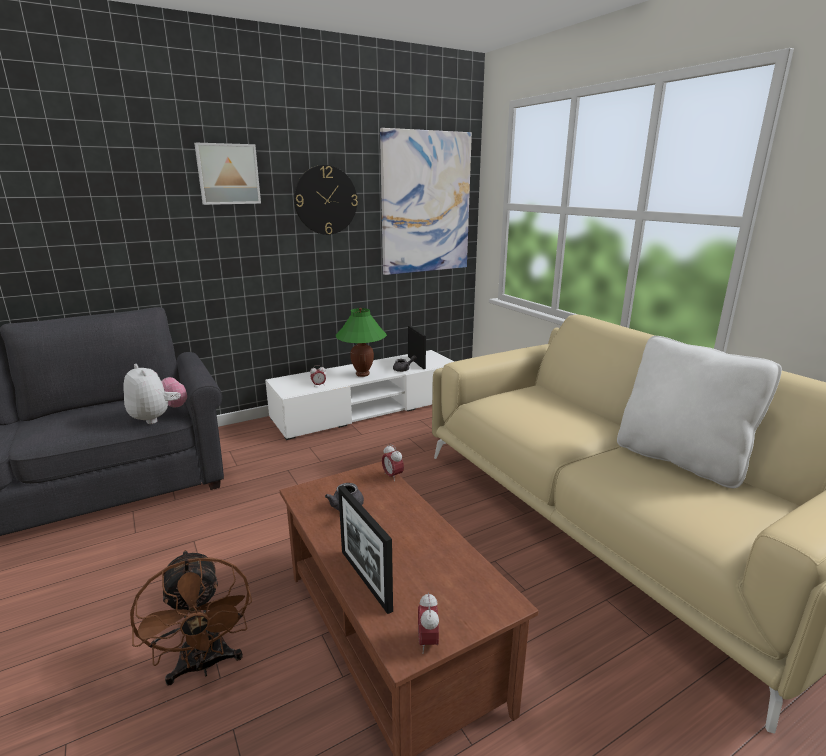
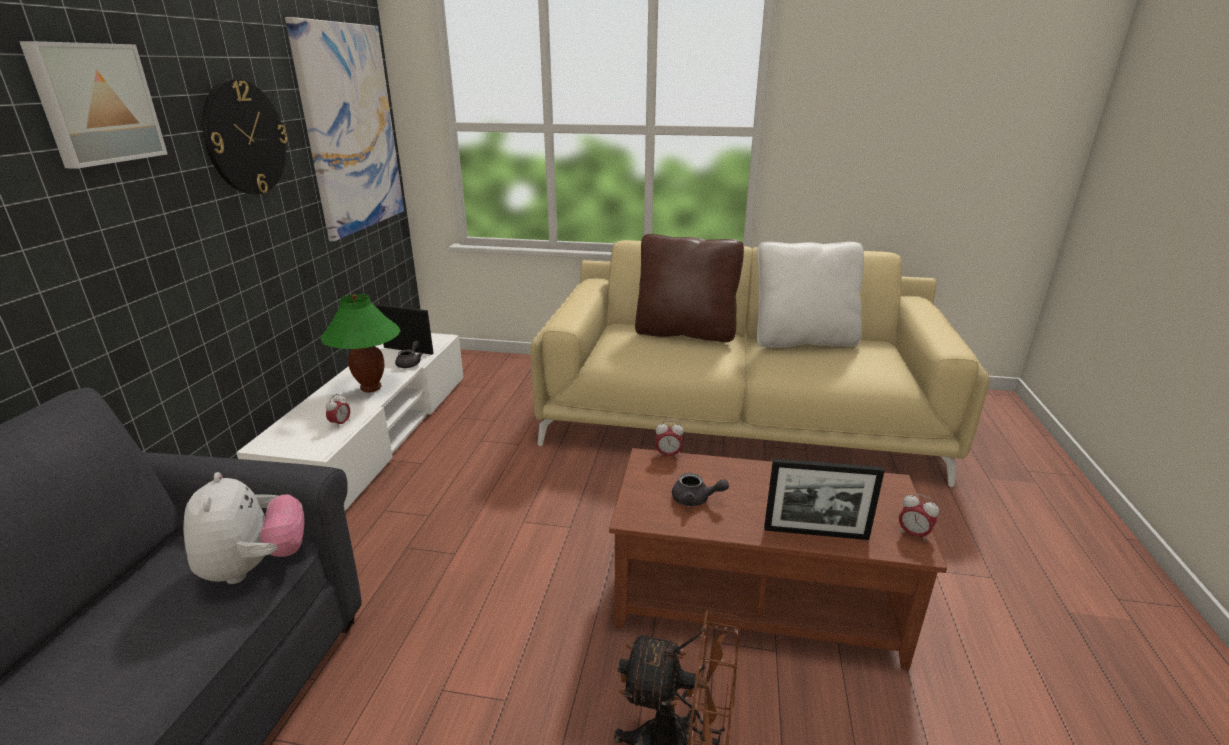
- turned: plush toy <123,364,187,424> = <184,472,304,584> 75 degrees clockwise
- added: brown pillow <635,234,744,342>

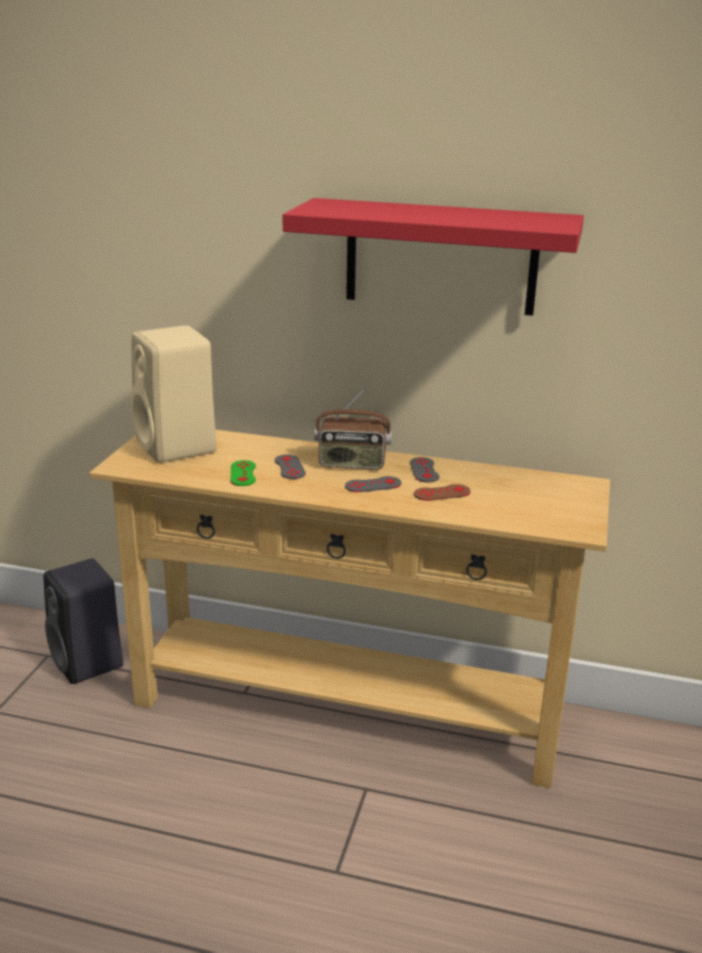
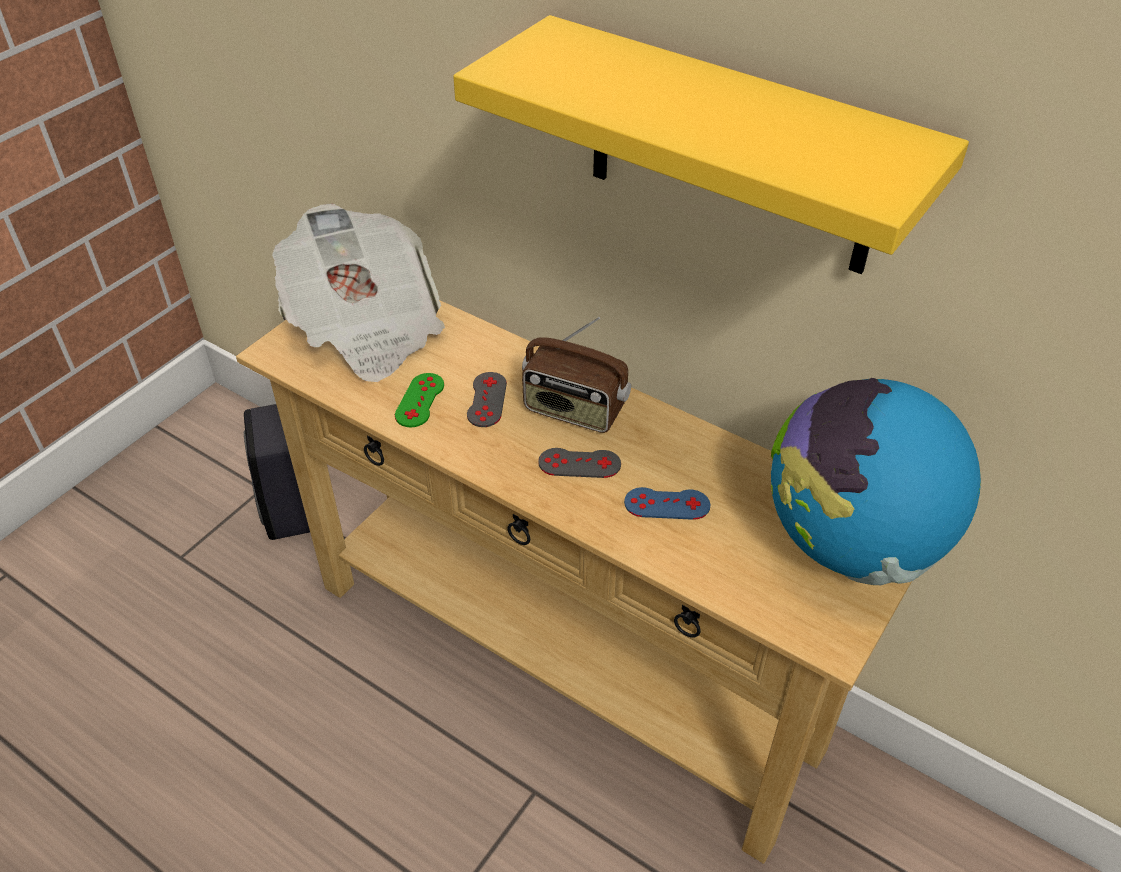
- replaced: beige speaker <131,325,217,463> to newspaper <272,204,445,382>
- recoloured: red shelf <283,198,584,316> to yellow shelf <453,15,969,274>
- recoloured: brown game controller <414,484,471,501> to blue game controller <624,487,711,520>
- added: globe <771,378,981,585>
- removed: grey game controller <410,457,439,482>

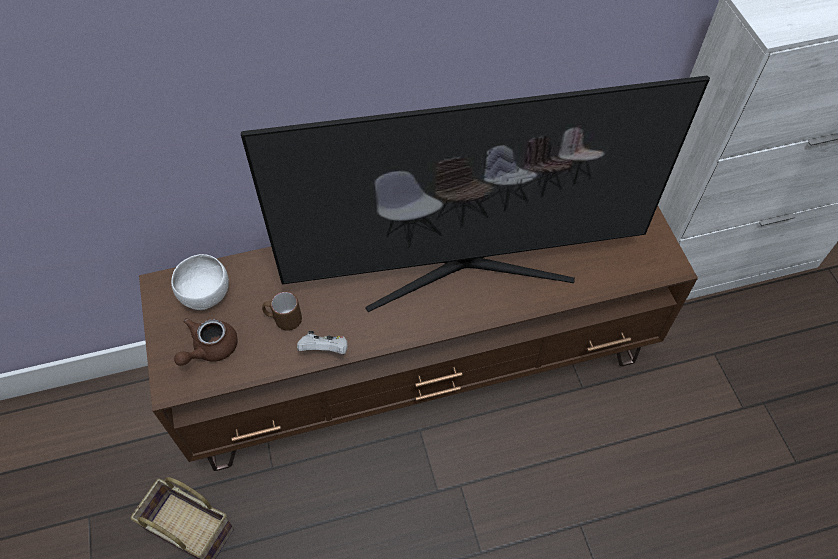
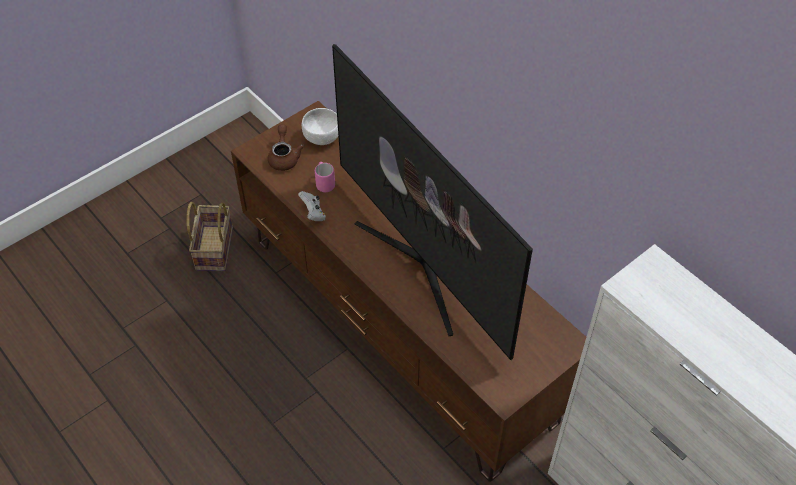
- turned: brown teapot <174,319,238,366> = <268,124,304,171> 75 degrees clockwise
- recoloured: brown mug <262,292,302,331> to pink mug <315,162,335,192>

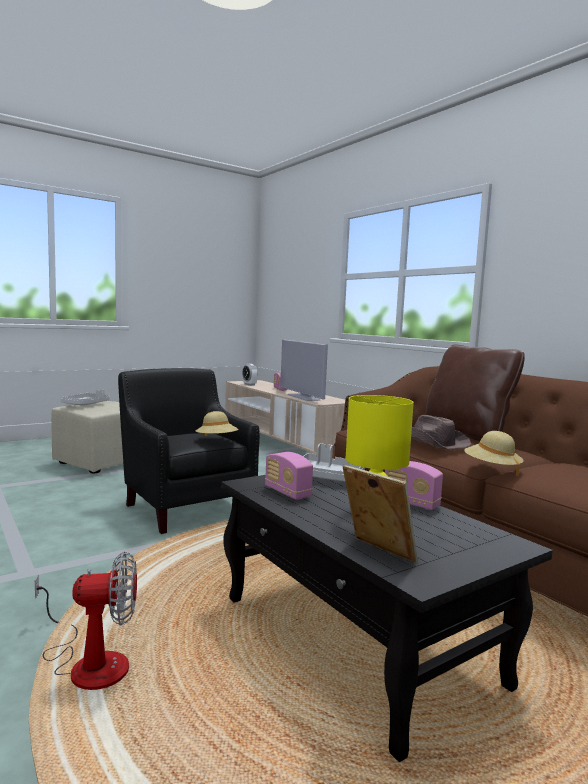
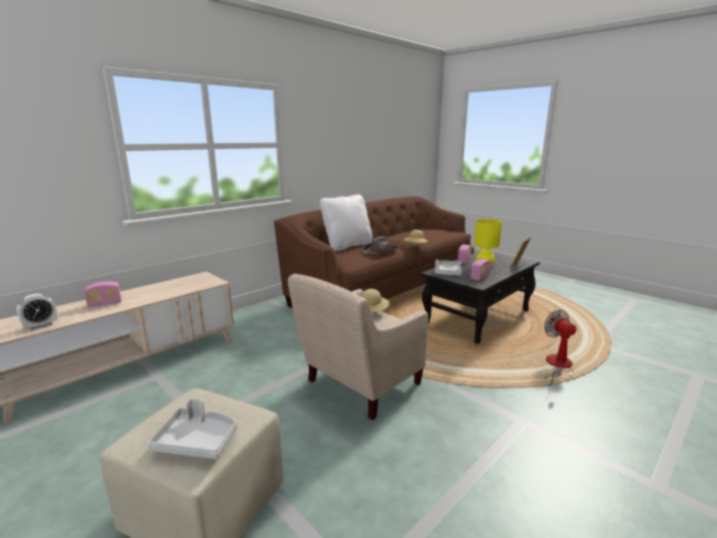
- recoloured: black armchair <118,368,260,534> to beige armchair <288,274,428,420>
- recoloured: brown pillow <425,345,525,441> to white pillow <320,194,372,251>
- removed: television <280,339,328,401>

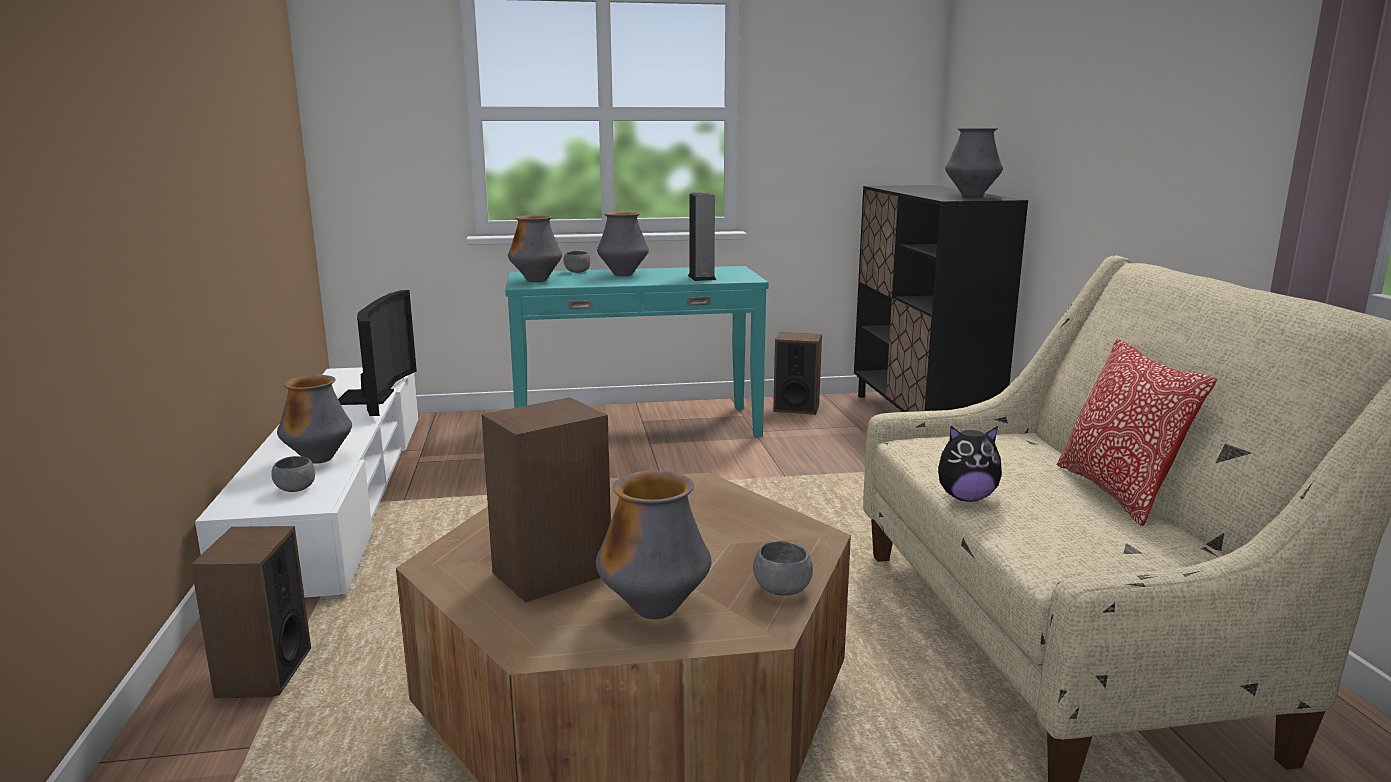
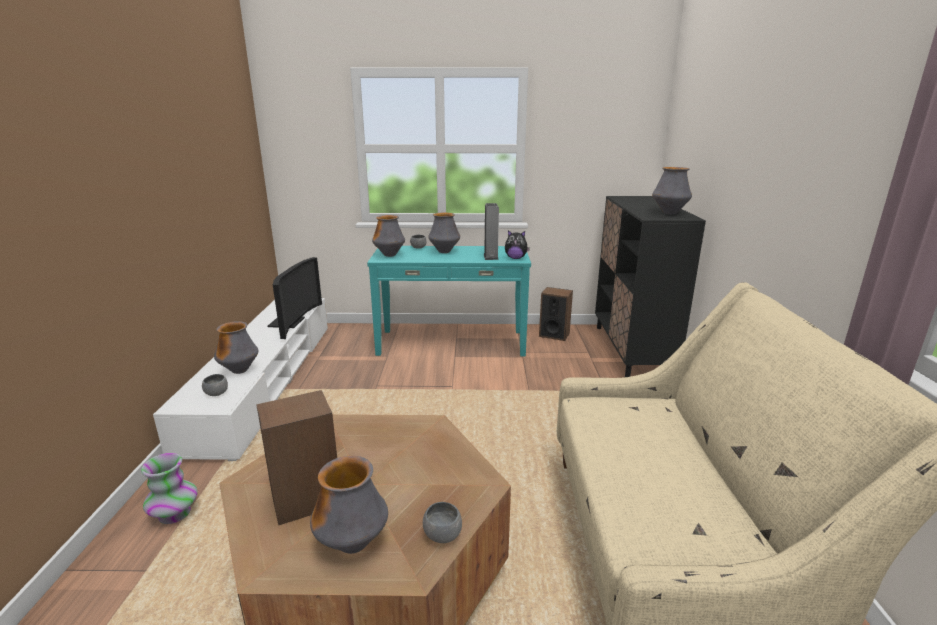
- replaced: speaker <191,526,311,698> to vase <141,453,198,524>
- moved: plush toy <938,426,1002,502> to <505,230,530,259>
- removed: pillow <1056,339,1217,526>

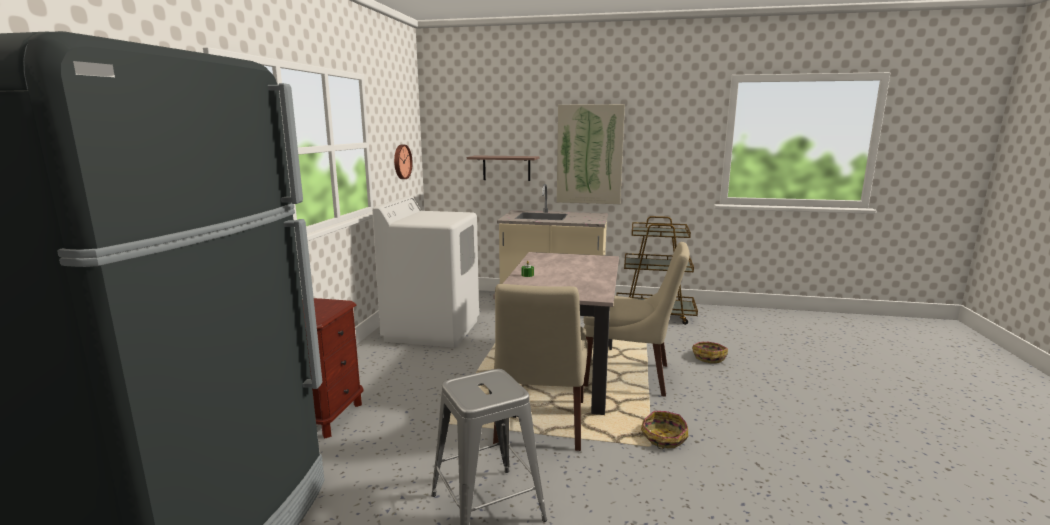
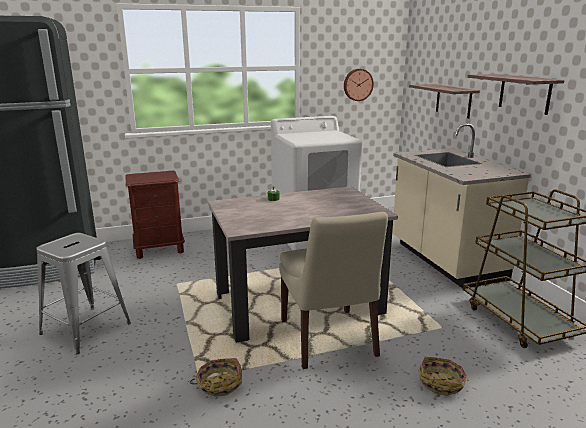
- replaced: picture <557,104,625,204> to shelf <467,74,564,115>
- removed: beige chair <493,284,588,451>

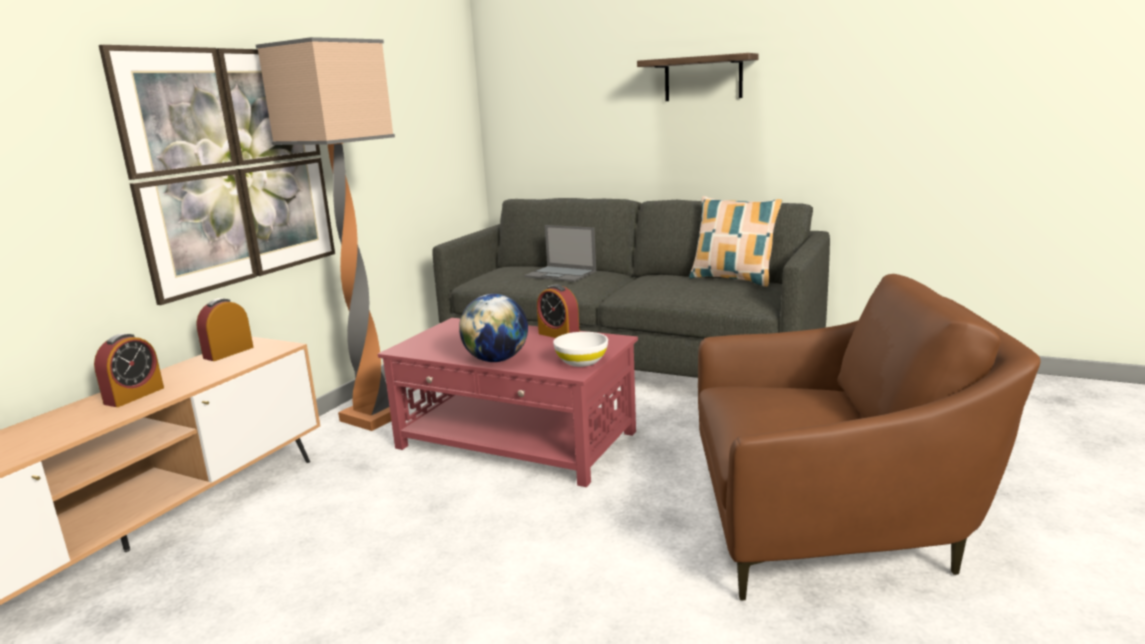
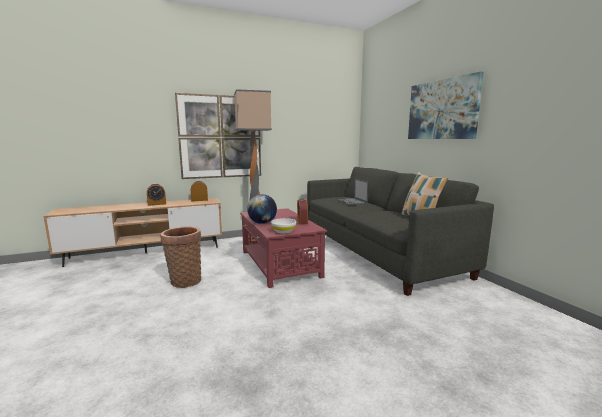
- added: basket <160,226,202,288>
- replaced: shelf <637,53,759,101> to picture <408,72,484,139>
- removed: brown armchair <698,274,1041,601>

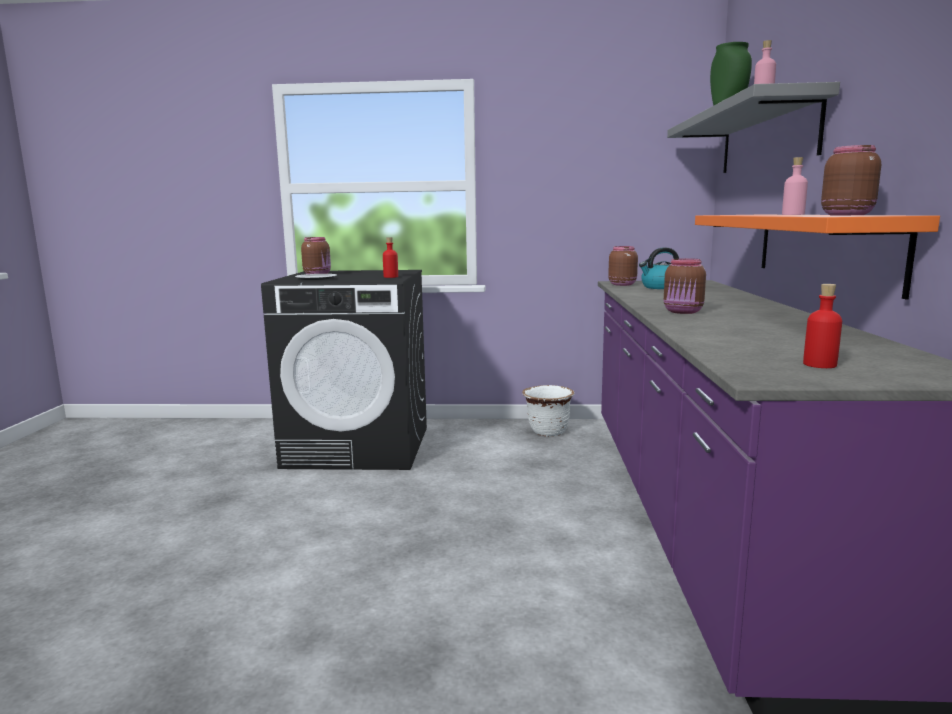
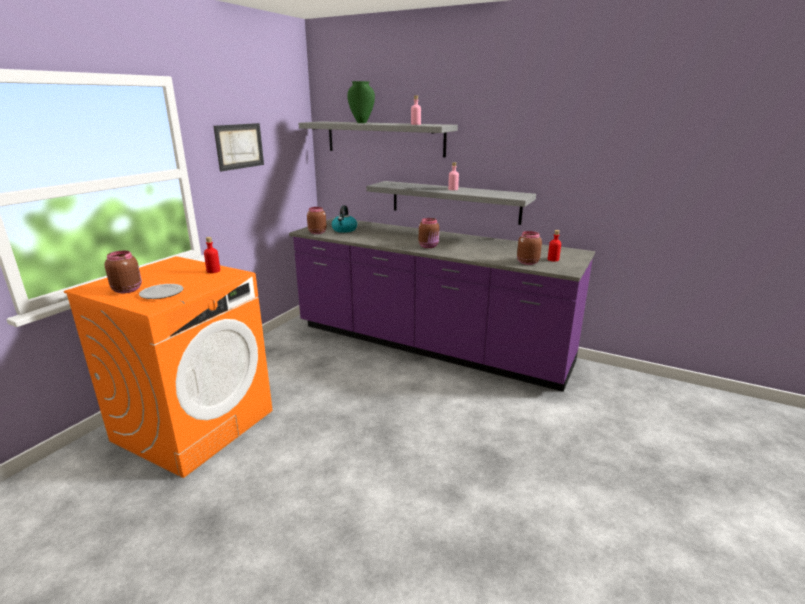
- recoloured: black washing machine <261,270,427,470> to orange washing machine <64,256,272,478>
- added: picture <214,123,264,171>
- recoloured: orange shelf <695,215,940,299> to grey shelf <366,181,536,225>
- moved: brown jar <821,145,881,216> to <517,231,542,265>
- removed: white planter <522,385,575,437>

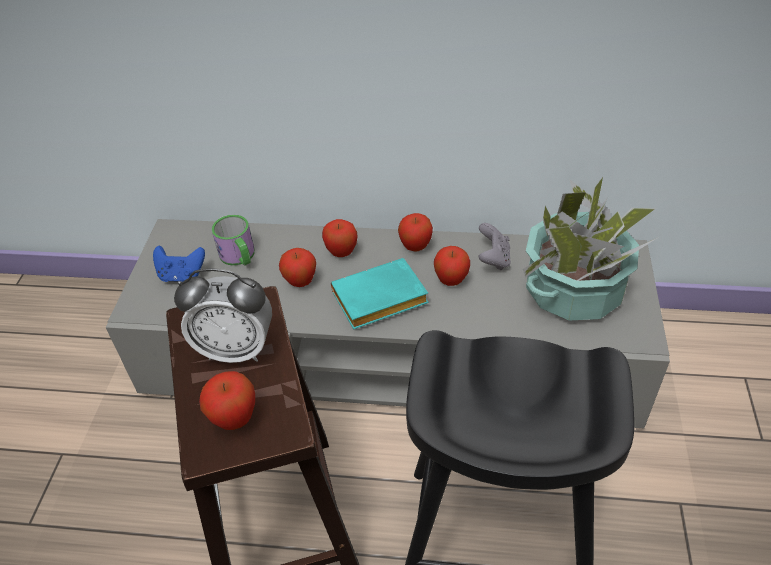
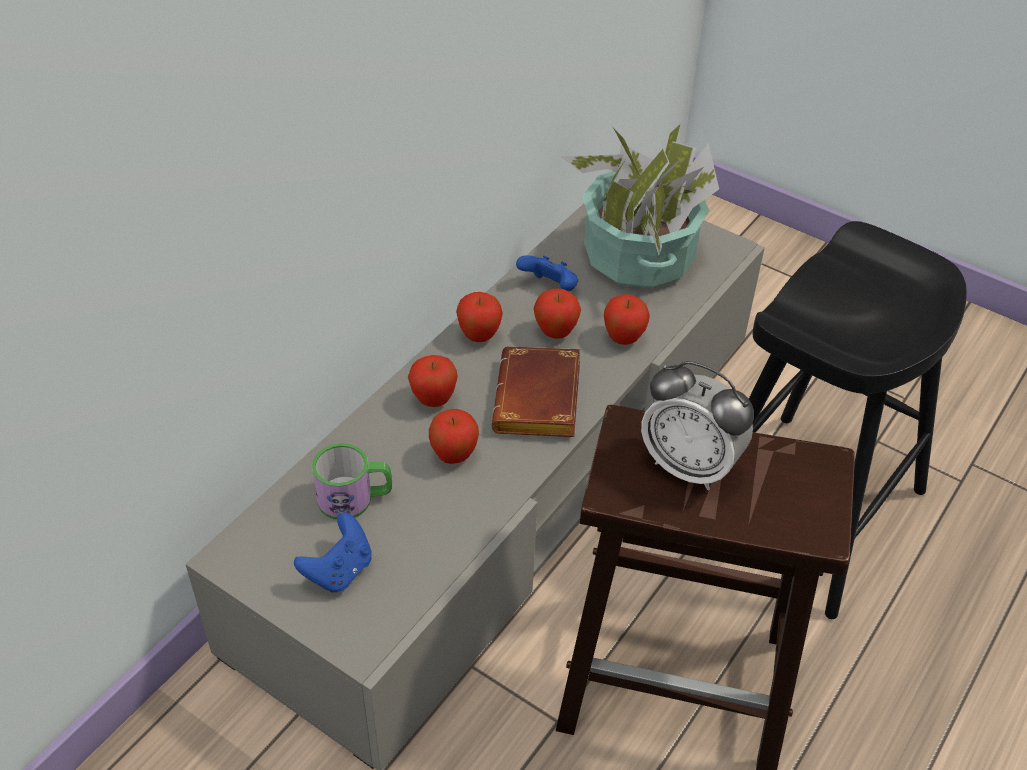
- recoloured: turquoise book <331,258,429,330> to brown book <492,346,580,437>
- recoloured: grey game controller <479,223,511,270> to blue game controller <516,255,578,291>
- moved: apple <199,371,255,430> to <604,294,650,345>
- turned: alarm clock <174,268,272,363> = <641,361,754,490> 90 degrees clockwise

